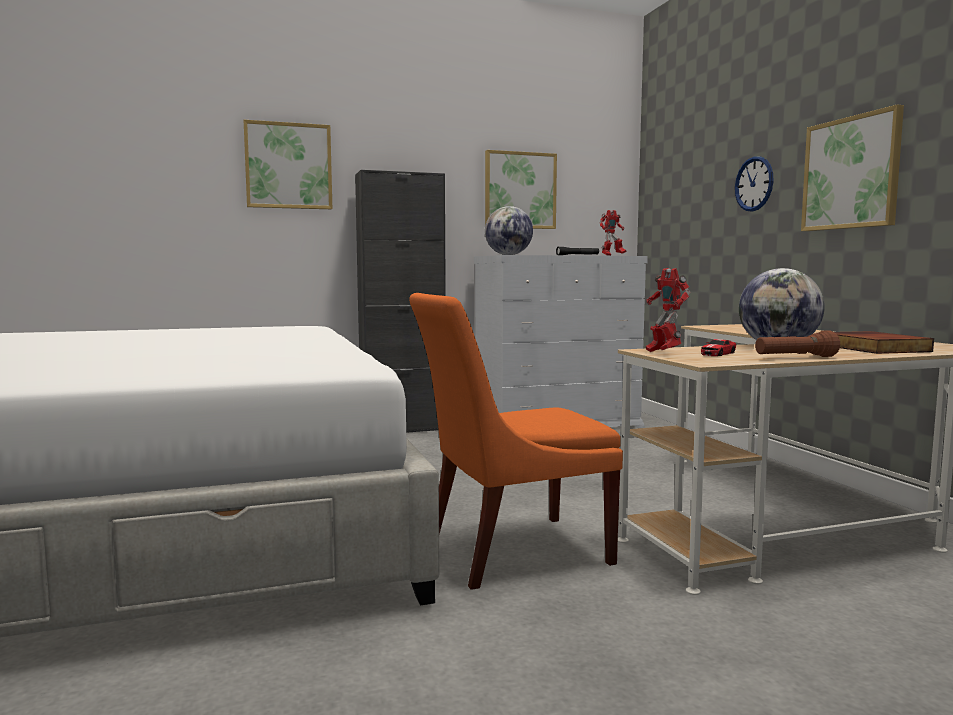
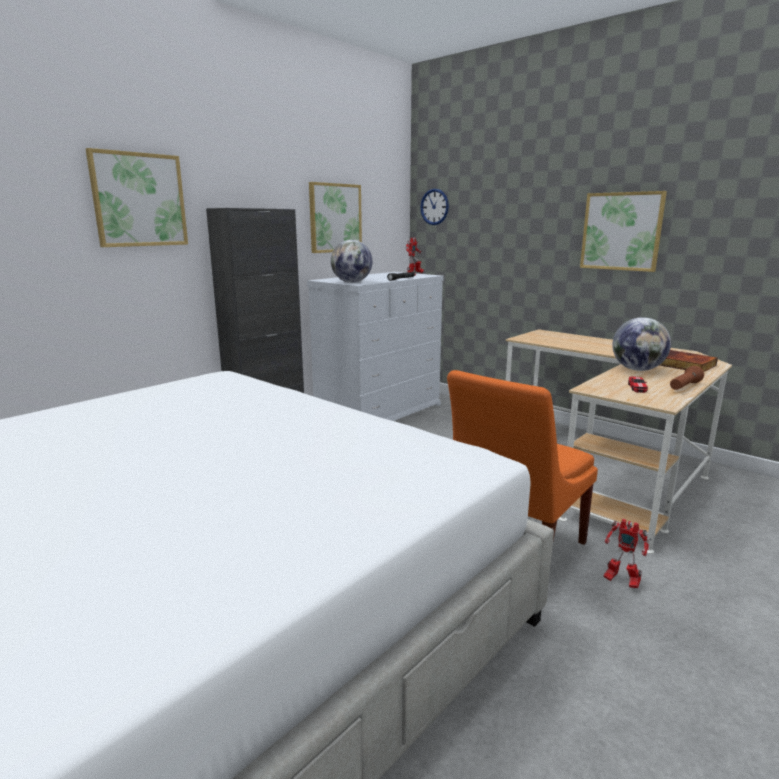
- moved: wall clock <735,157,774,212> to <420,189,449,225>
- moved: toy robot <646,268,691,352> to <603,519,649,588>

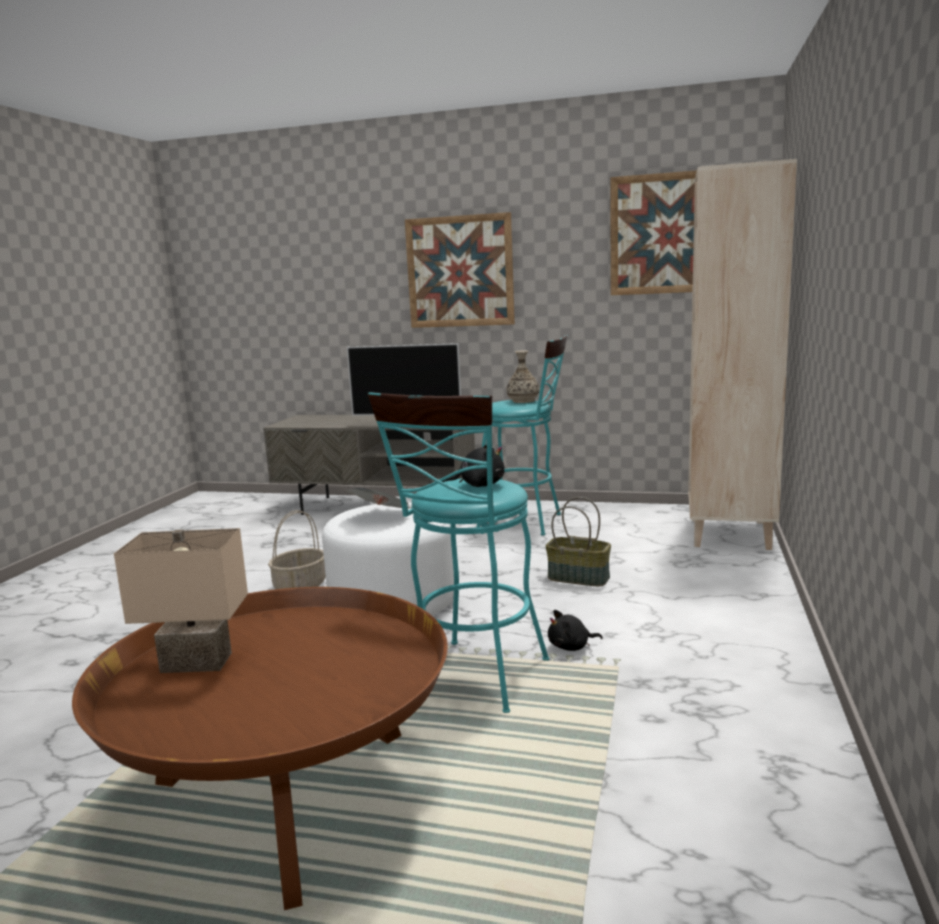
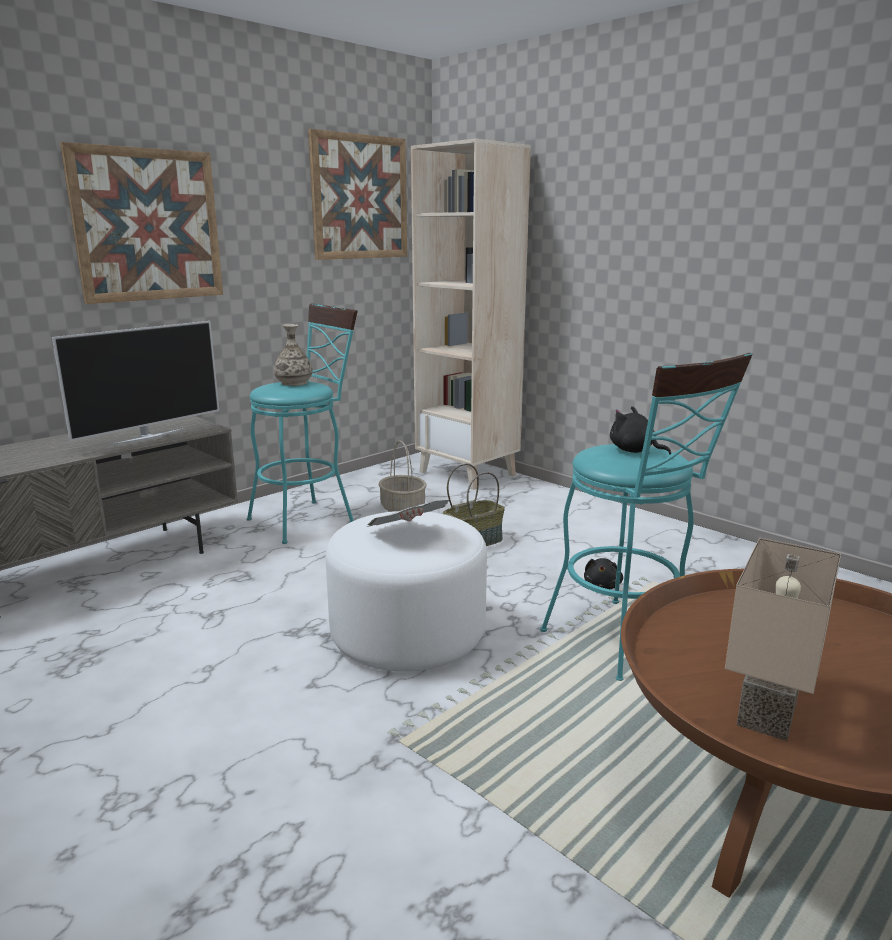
- moved: basket <268,510,326,589> to <379,440,427,512>
- turned: black plush toy <442,444,505,487> = <610,406,671,455> 75 degrees counterclockwise

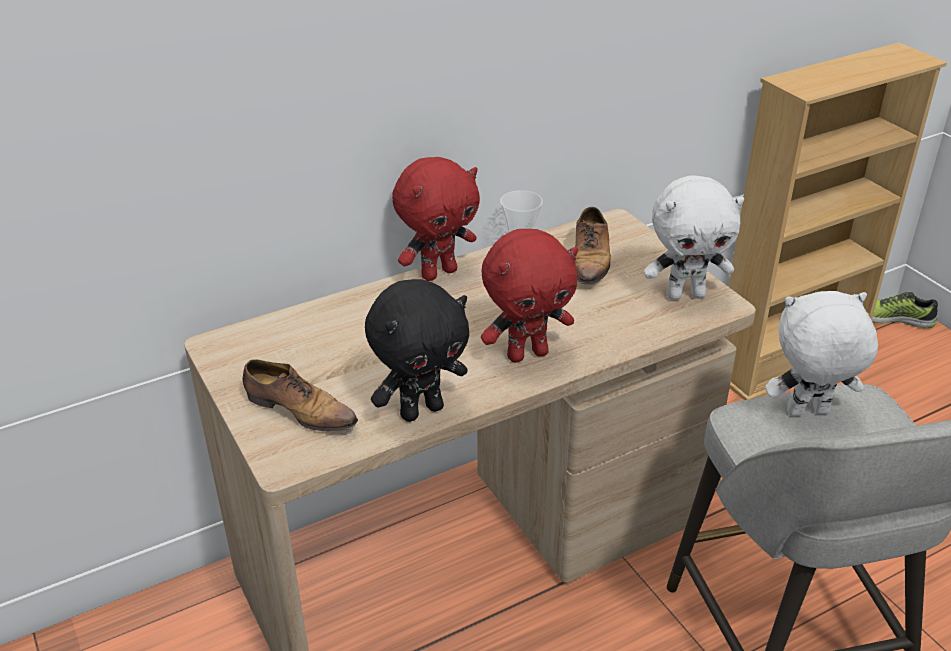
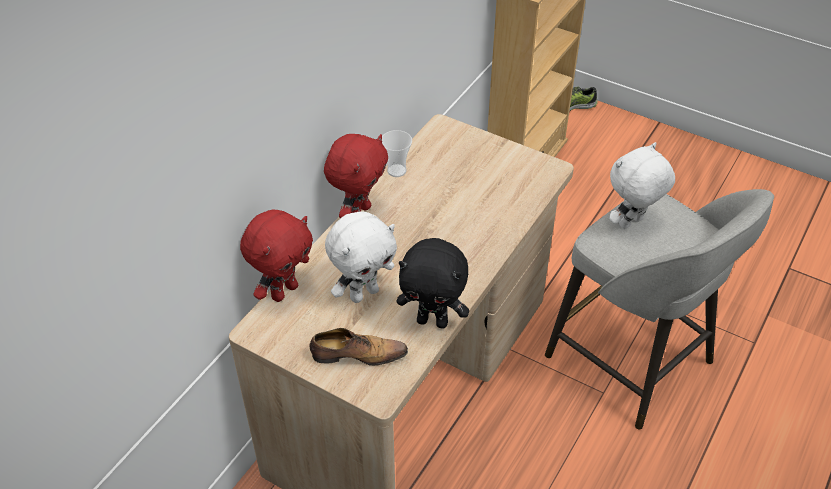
- moved: red plush toy <481,229,578,363> to <240,210,313,302>
- moved: white plush toy <644,175,744,300> to <325,211,397,303>
- turned: black plush toy <365,279,469,422> = <397,238,469,328> 75 degrees clockwise
- removed: shoe <575,207,611,285>

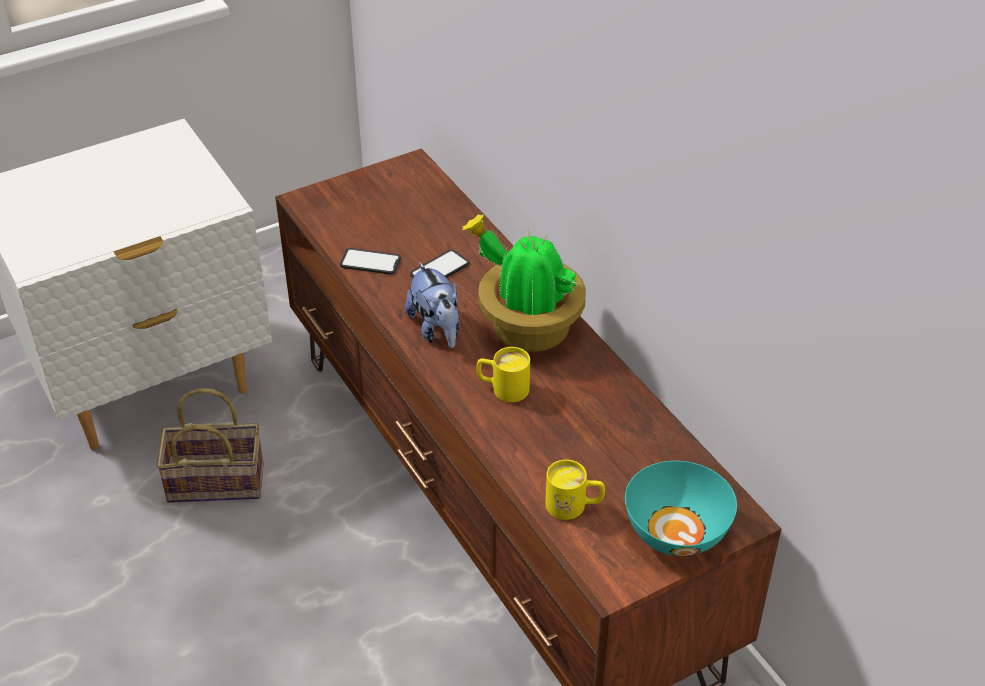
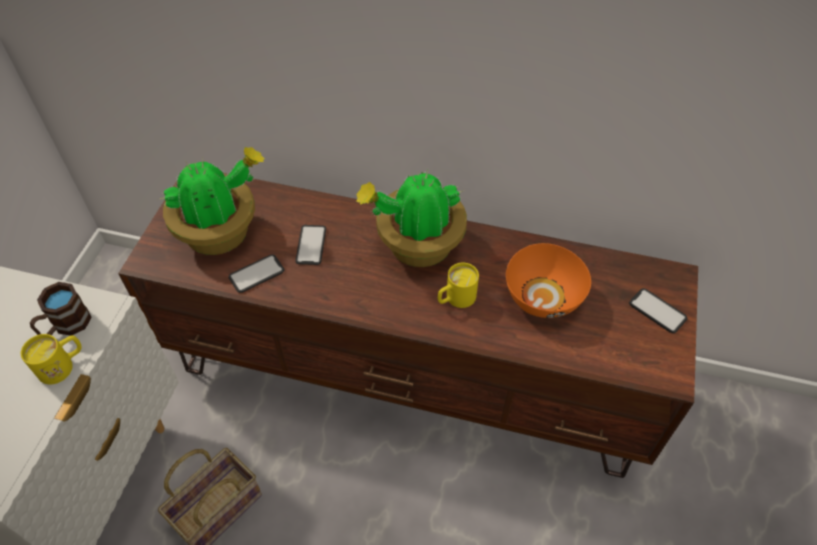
- moved: yellow mug <546,460,605,520> to <21,334,82,384>
- added: brown mug <30,282,92,336>
- added: potted plant <160,147,265,255>
- added: orange bowl <506,243,591,318>
- replaced: turquoise bowl <625,461,737,556> to phone <629,288,688,333>
- removed: plush toy <405,262,460,348>

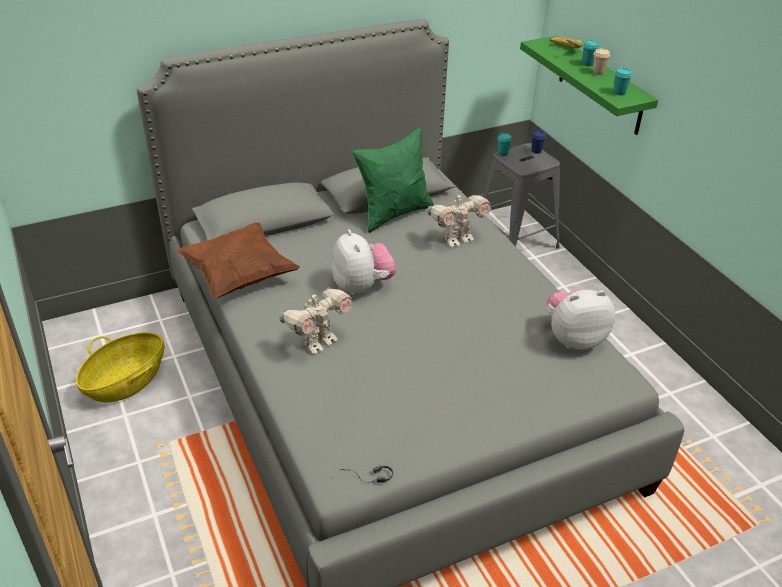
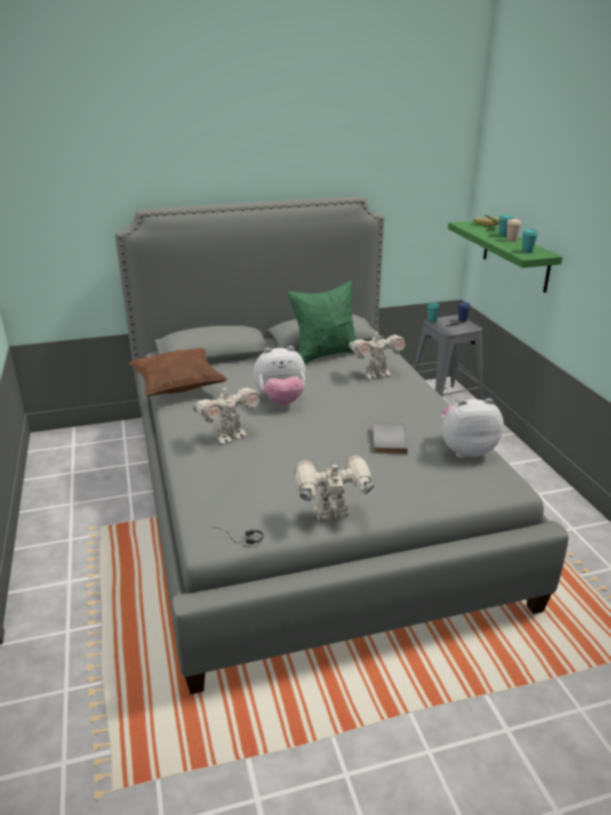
- turned: plush toy <332,229,396,296> = <254,346,306,405> 90 degrees clockwise
- added: toy robot <294,455,374,521>
- added: grey book <372,422,408,454>
- removed: basket <76,332,164,402>

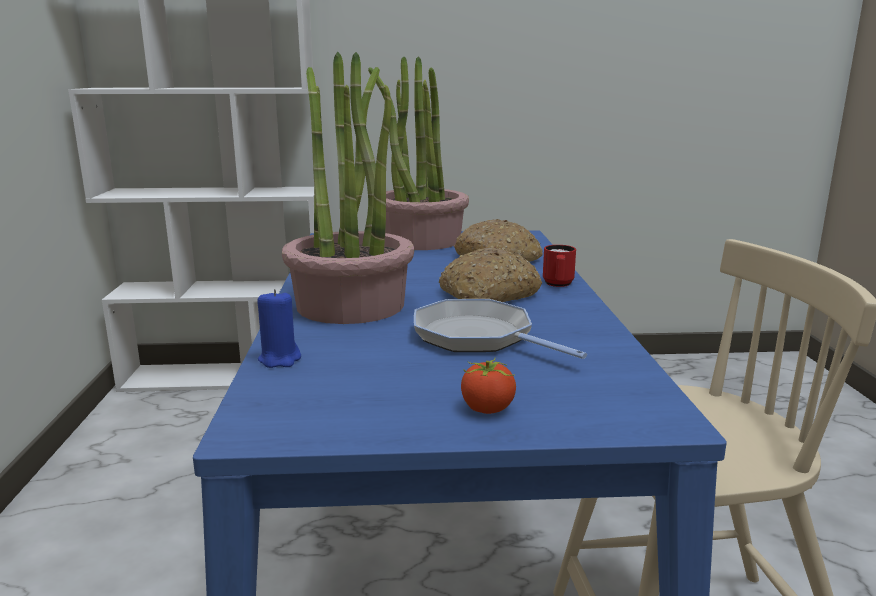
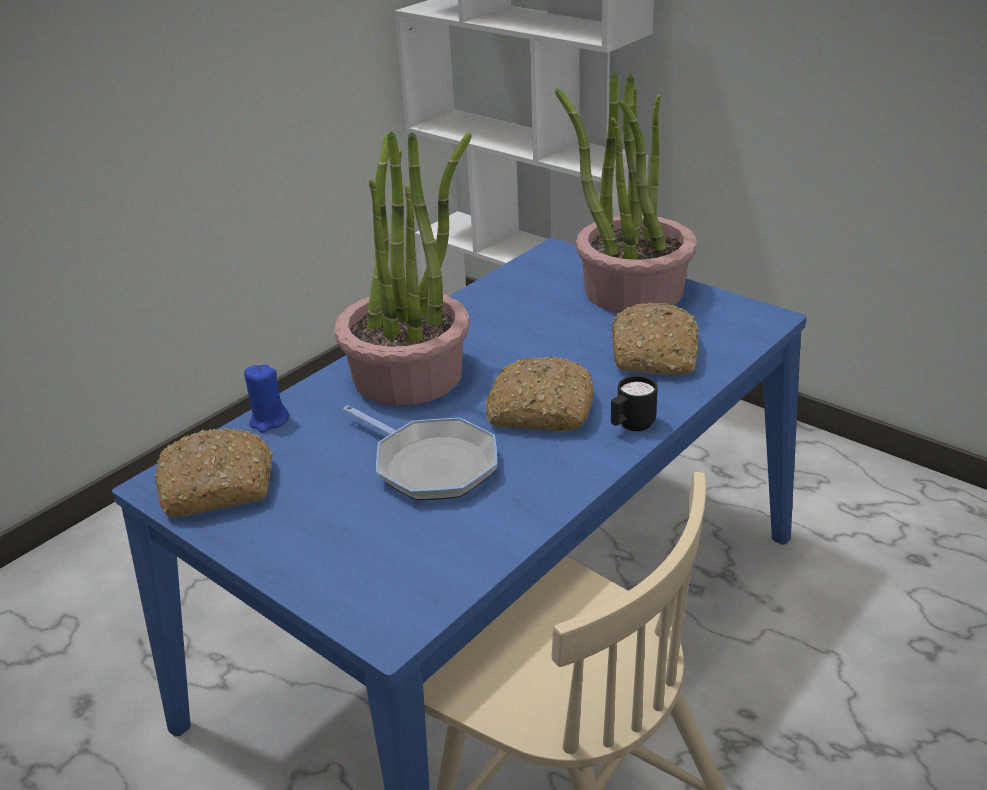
- added: bread <155,428,274,517>
- turned: frying pan <414,299,587,359> = <343,405,497,500> 135 degrees clockwise
- recoloured: red mug <543,245,576,287> to black mug <611,376,658,431>
- removed: tomato <461,357,516,414>

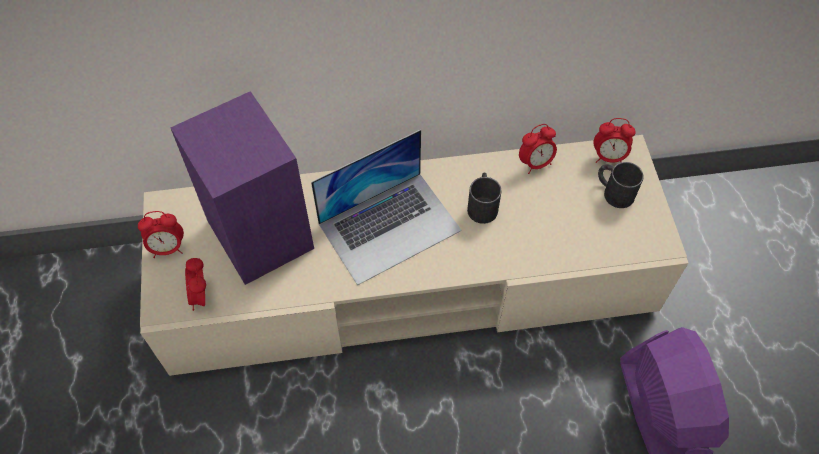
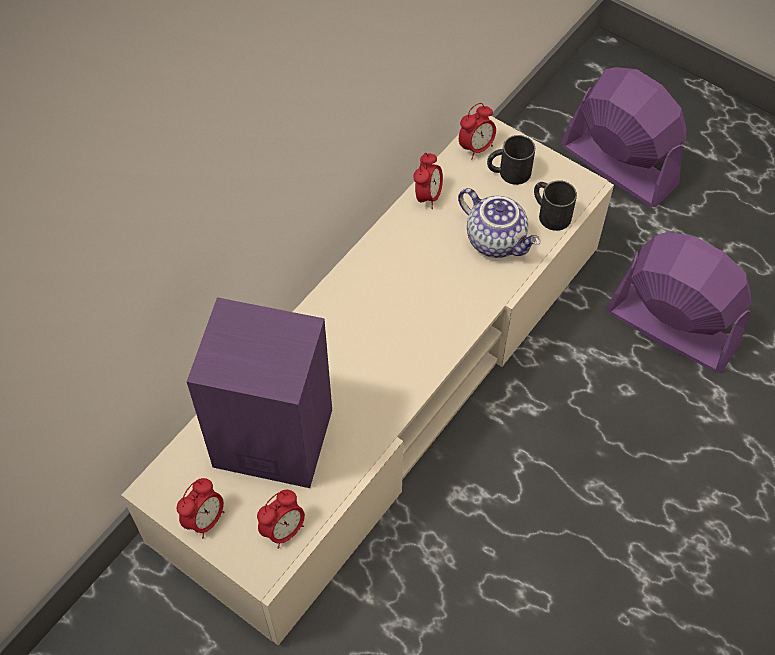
- turned: alarm clock <185,258,206,311> = <257,490,305,549> 75 degrees counterclockwise
- added: teapot <458,188,540,258>
- moved: black mug <467,173,502,224> to <534,180,577,231>
- added: purple fan <561,67,687,207>
- removed: laptop <311,129,462,285>

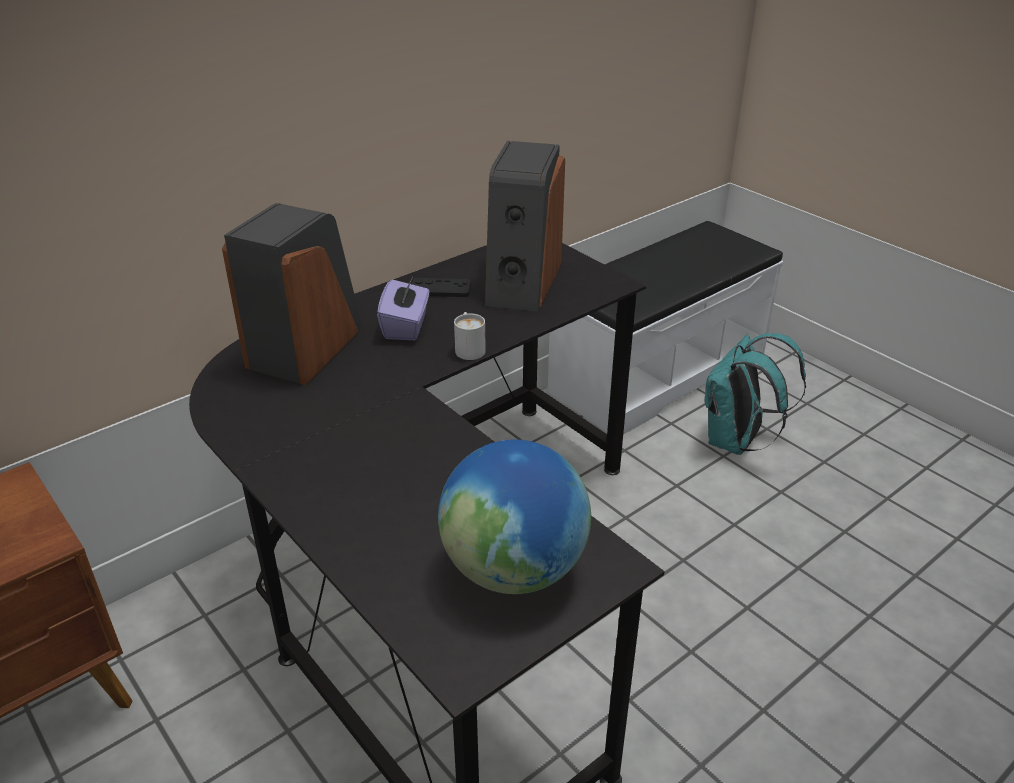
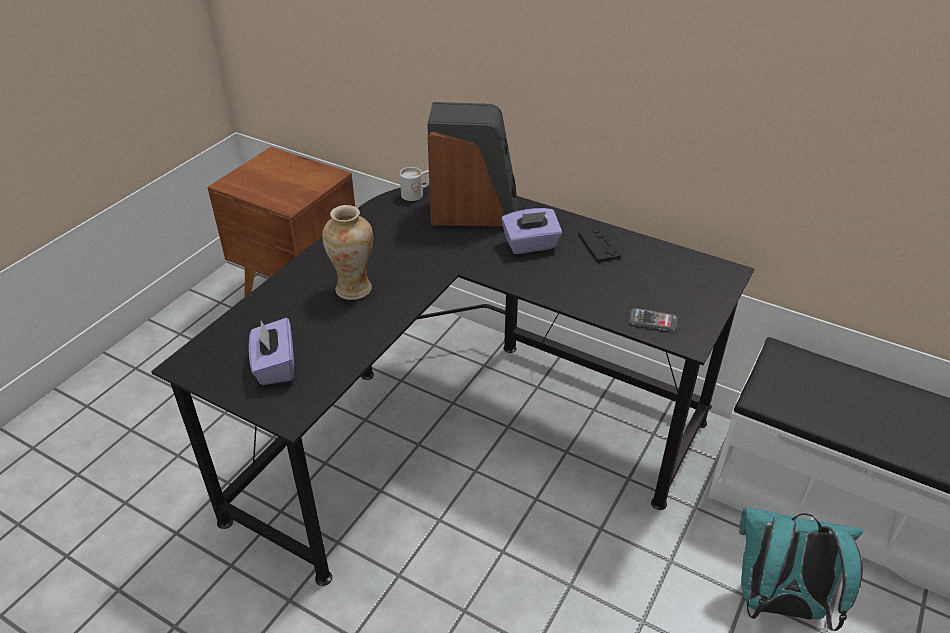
- replaced: globe <438,440,591,594> to purple tissue box <249,318,294,385>
- added: vase <322,205,373,300>
- moved: white mug <454,312,486,360> to <400,167,429,201>
- added: phone <629,308,678,332>
- removed: speaker <485,141,565,312>

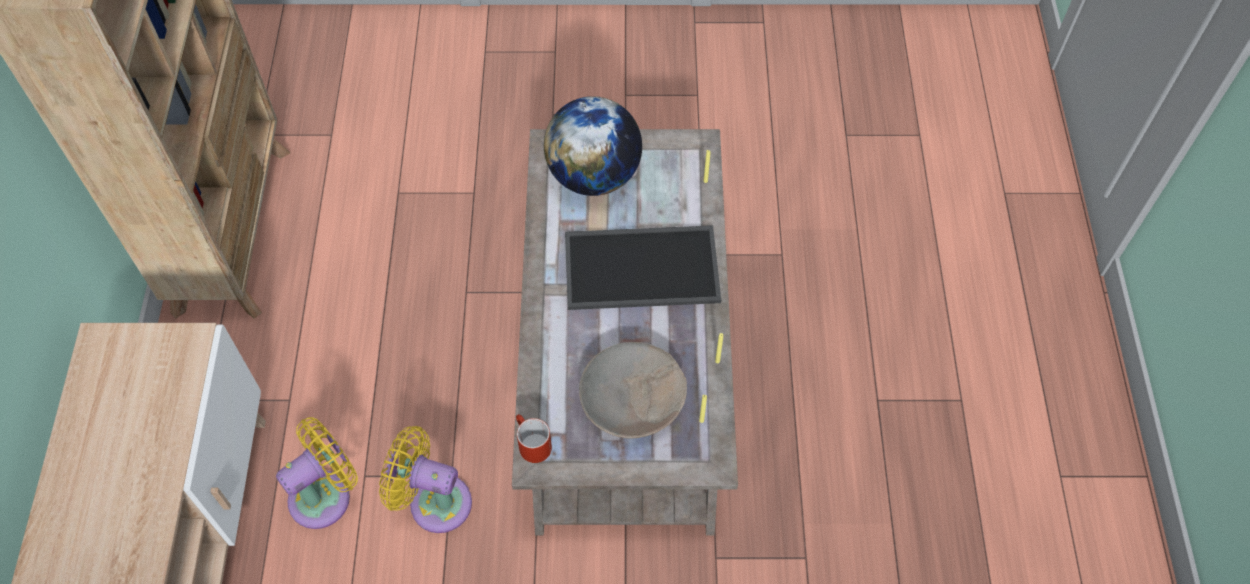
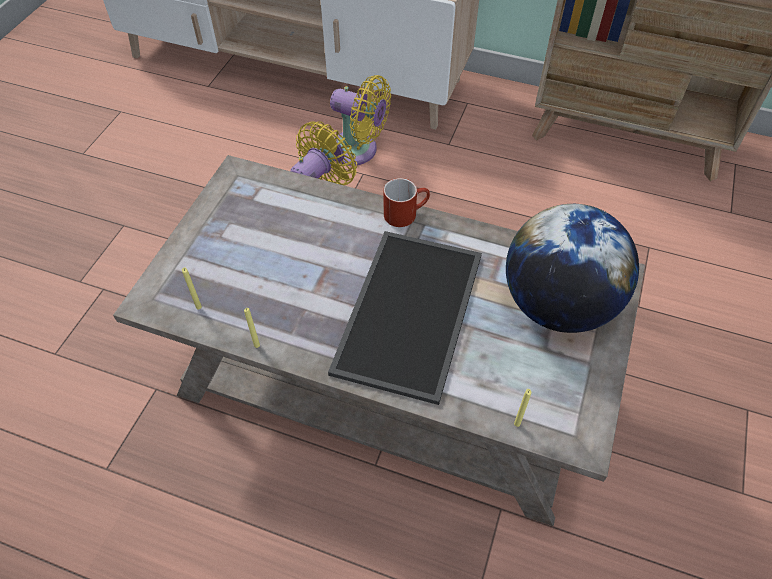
- turned: yellow fan <276,417,358,529> = <330,75,391,166> 45 degrees counterclockwise
- moved: red mug <516,414,552,463> to <384,178,430,227>
- removed: beige bowl <579,342,687,439>

